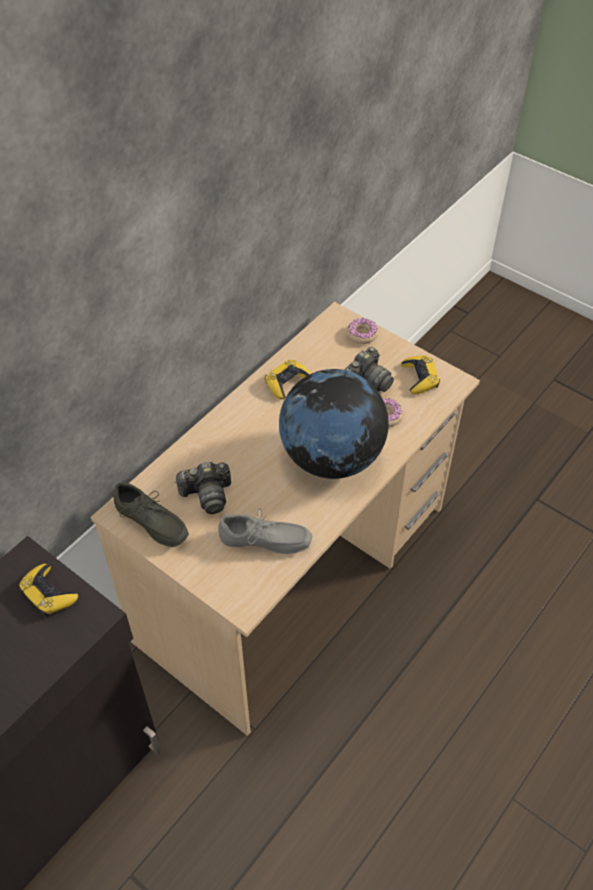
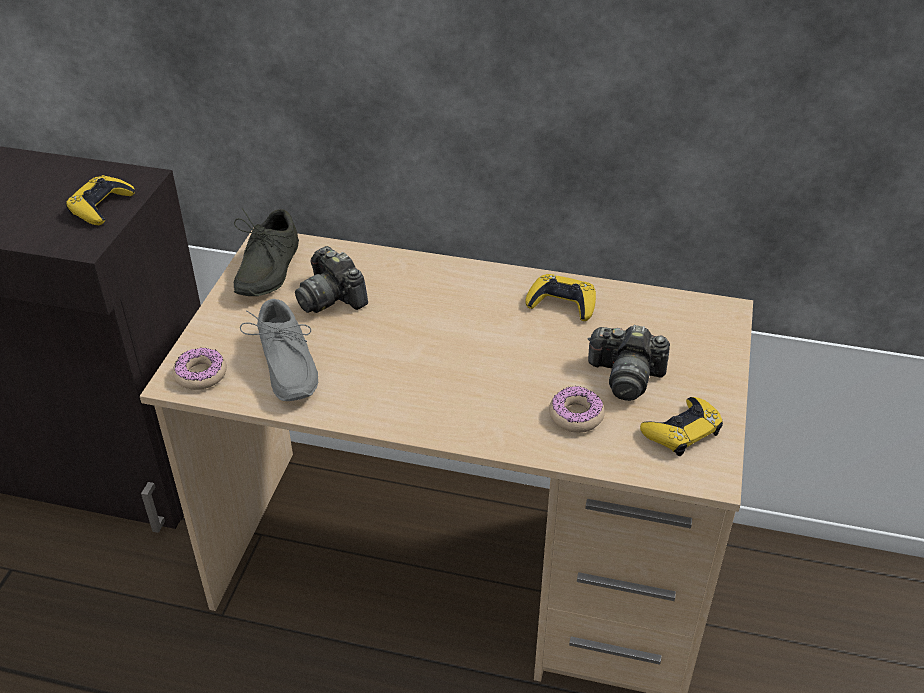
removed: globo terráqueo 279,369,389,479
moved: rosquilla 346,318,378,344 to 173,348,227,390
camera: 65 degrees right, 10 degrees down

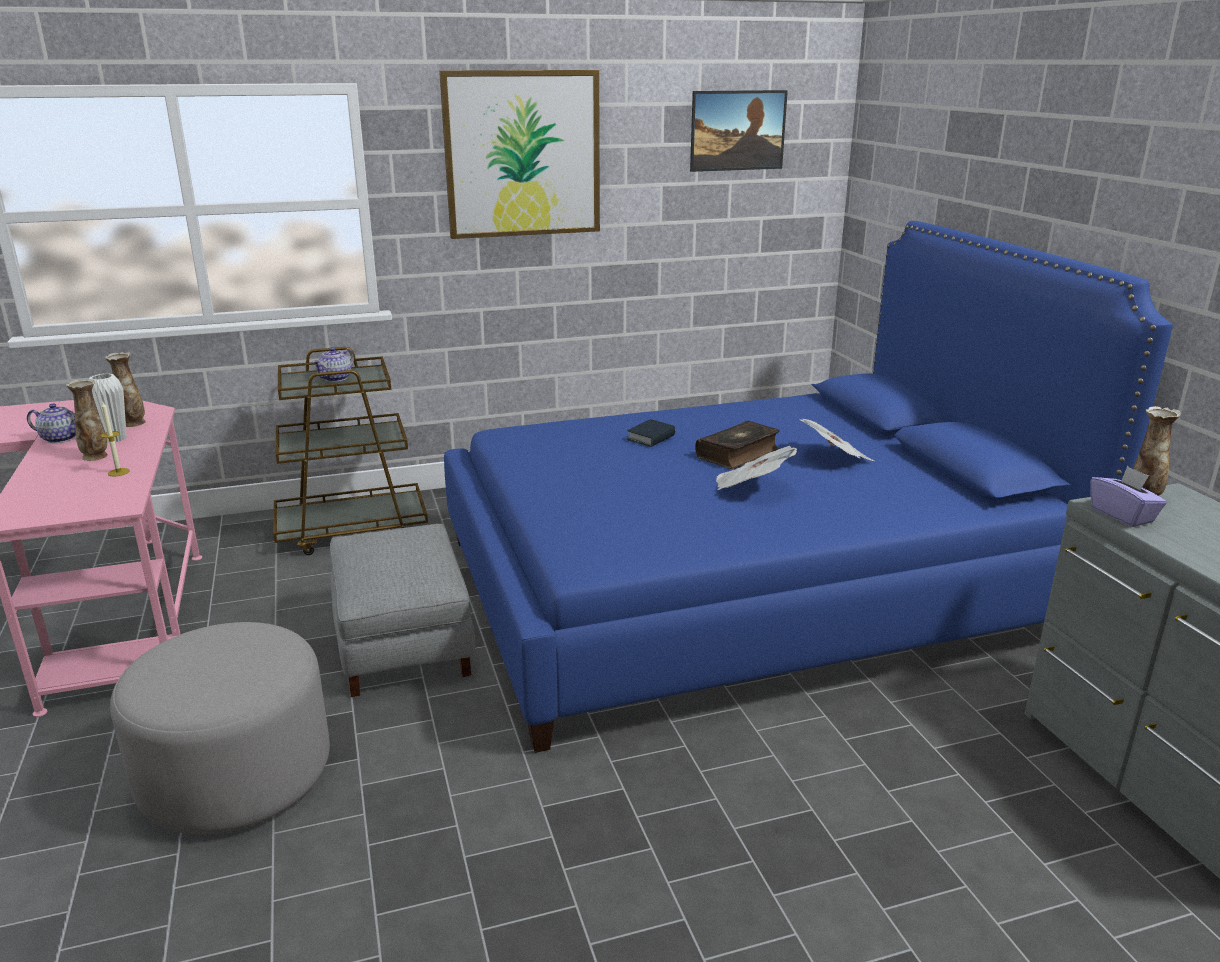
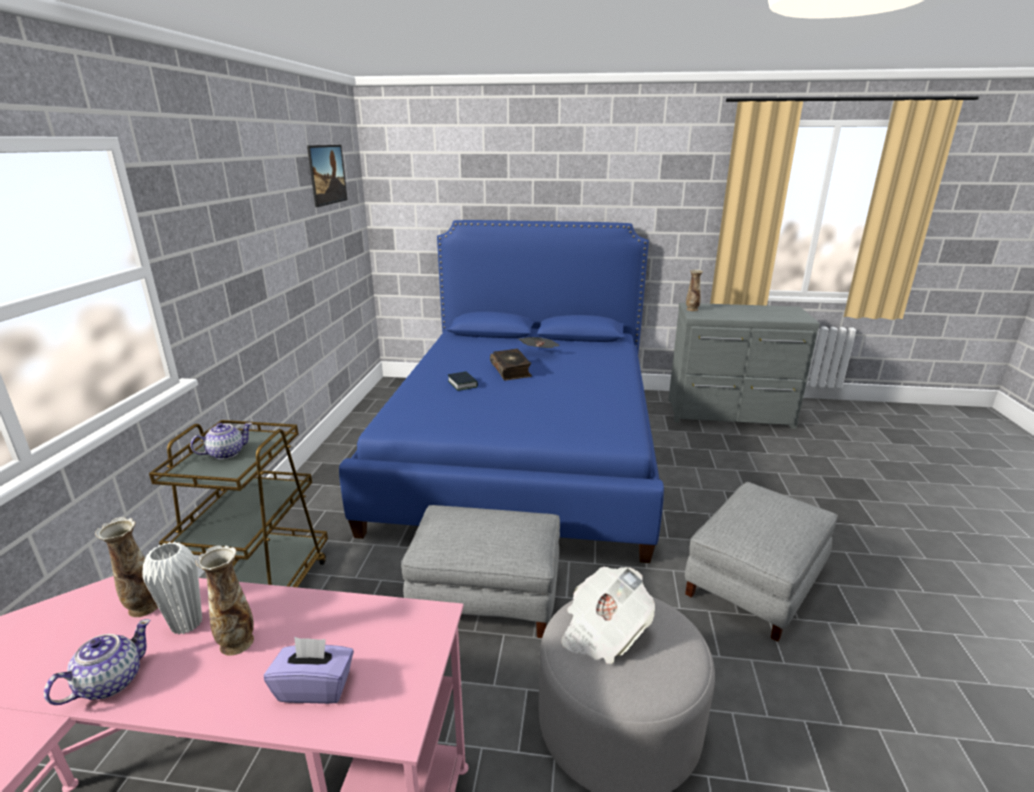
removed: vela 101,402,130,477; cuadro 439,70,600,239
added: puf [gris] 685,482,838,642
moved: periódico 716,446,797,490 to 561,567,655,664; caja de pañuelos [morado] 1090,466,1167,527 to 264,637,354,704
turned: tetera 313,347,354,382 = 190,423,253,459 90 degrees counterclockwise
camera: 65 degrees left, 0 degrees up

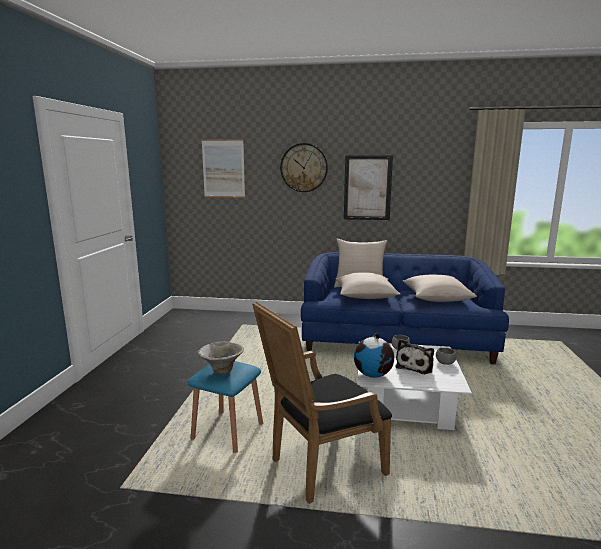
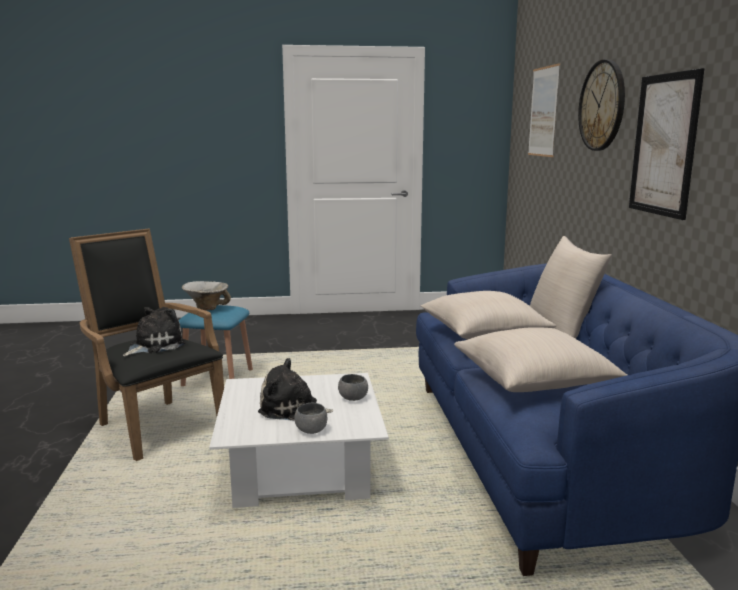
removed: globo terráqueo 354,333,394,378
added: peluche 123,307,186,356
camera: 75 degrees right, 0 degrees up

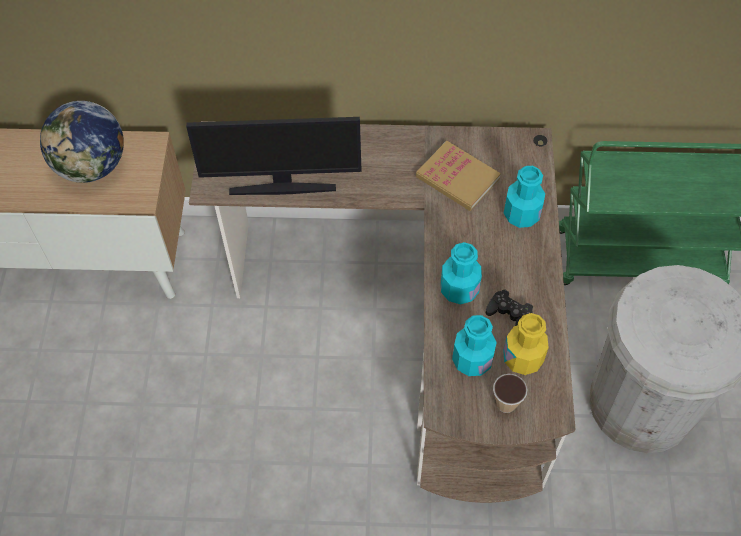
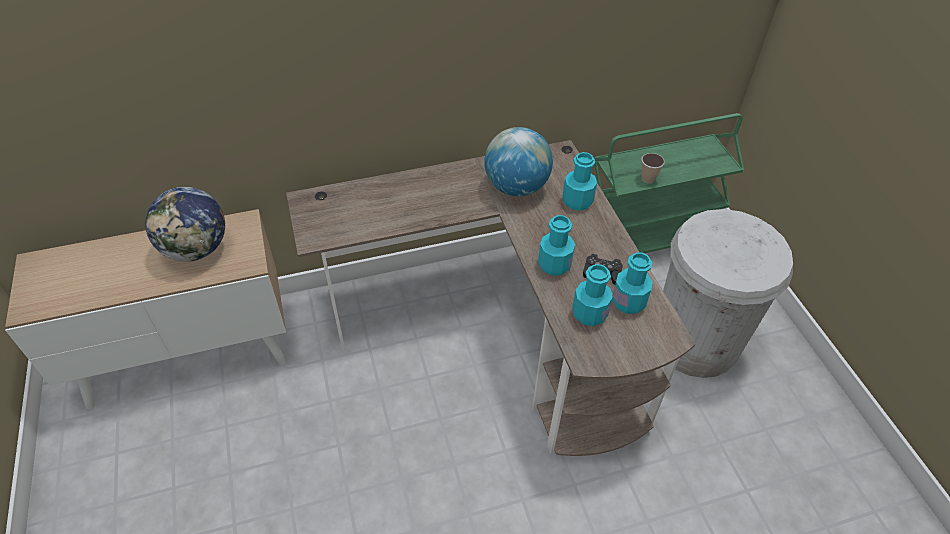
removed: monitor 186,117,362,195
moved: taza 493,374,527,413 to 641,153,665,184
replaced: libro 416,141,501,211 to globo terráqueo 484,127,553,196
recoloured: botella [amarillo] 503,313,549,375 to botella [turquesa] 612,253,653,314
camera: 20 degrees left, 10 degrees down

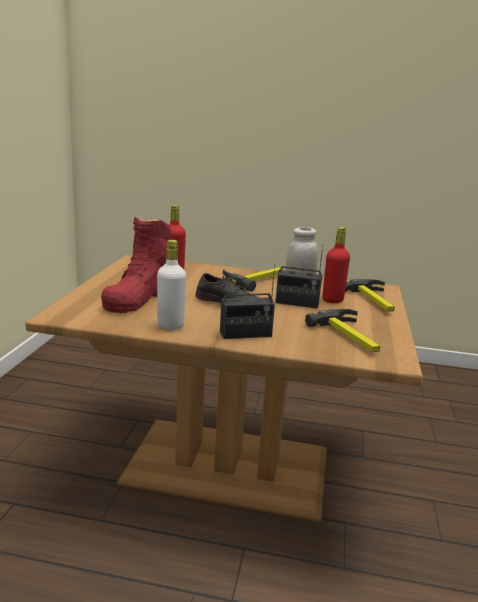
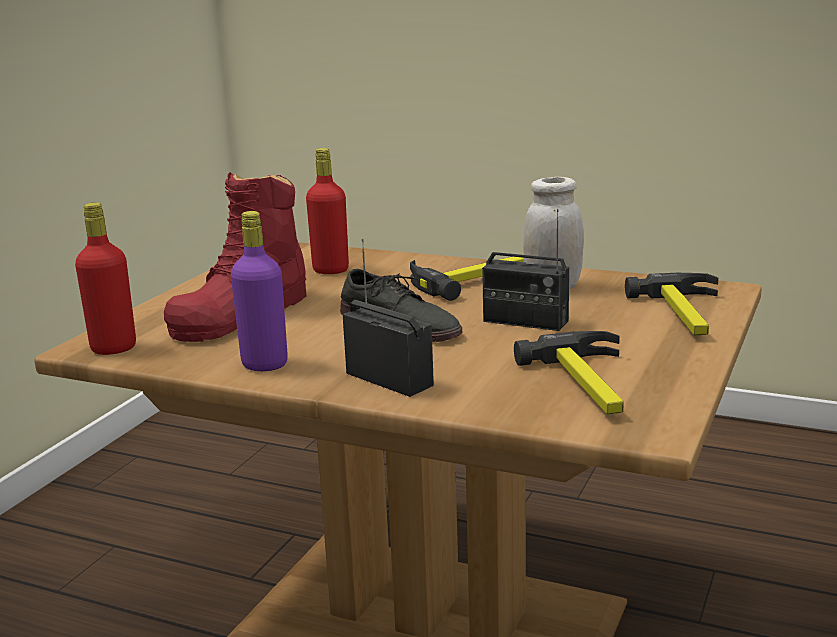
moved: botella [rojo] 322,227,350,303 to 75,203,136,355
recoloured: botella [blanco] 157,240,186,330 to botella [morado] 231,211,288,371
turned: radio 220,264,275,339 = 343,239,434,397 135 degrees counterclockwise
camera: 15 degrees right, 0 degrees up

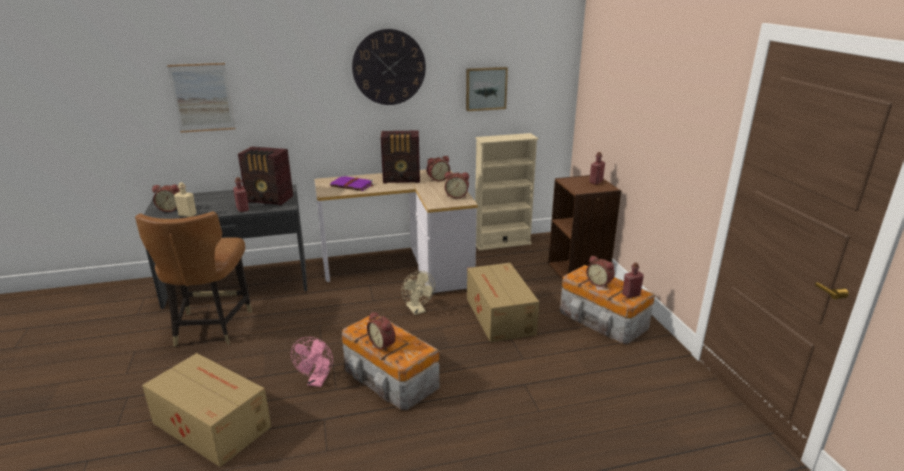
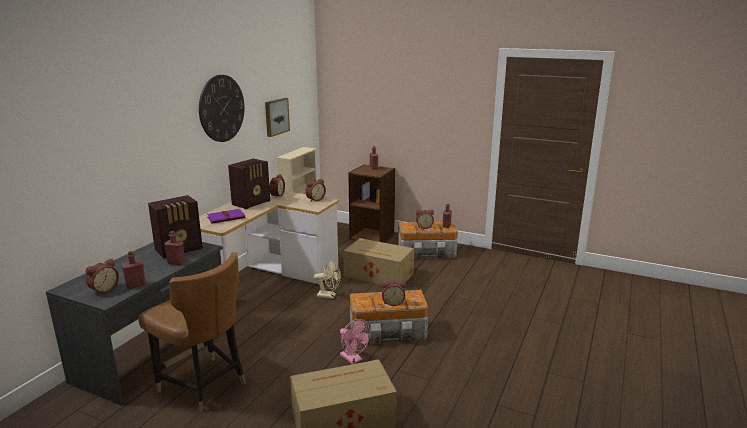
removed: cuadro 167,63,235,133
recoloured: botella [beis] 174,182,197,217 to botella [rojo] 122,251,146,289
camera: 50 degrees left, 5 degrees down

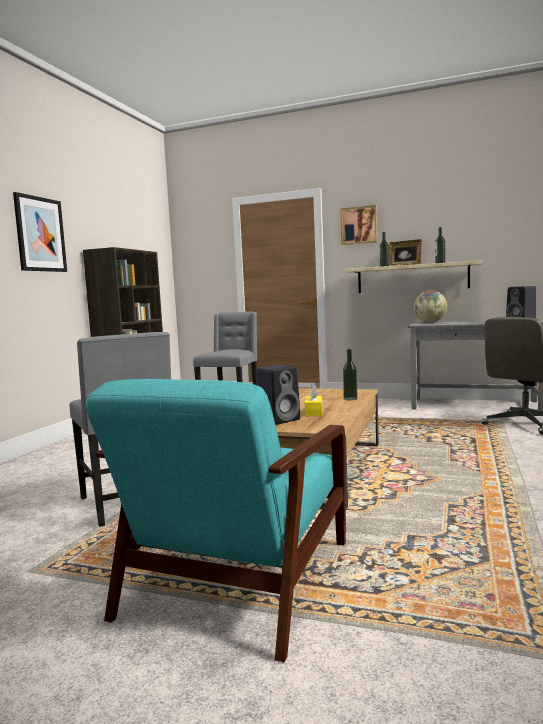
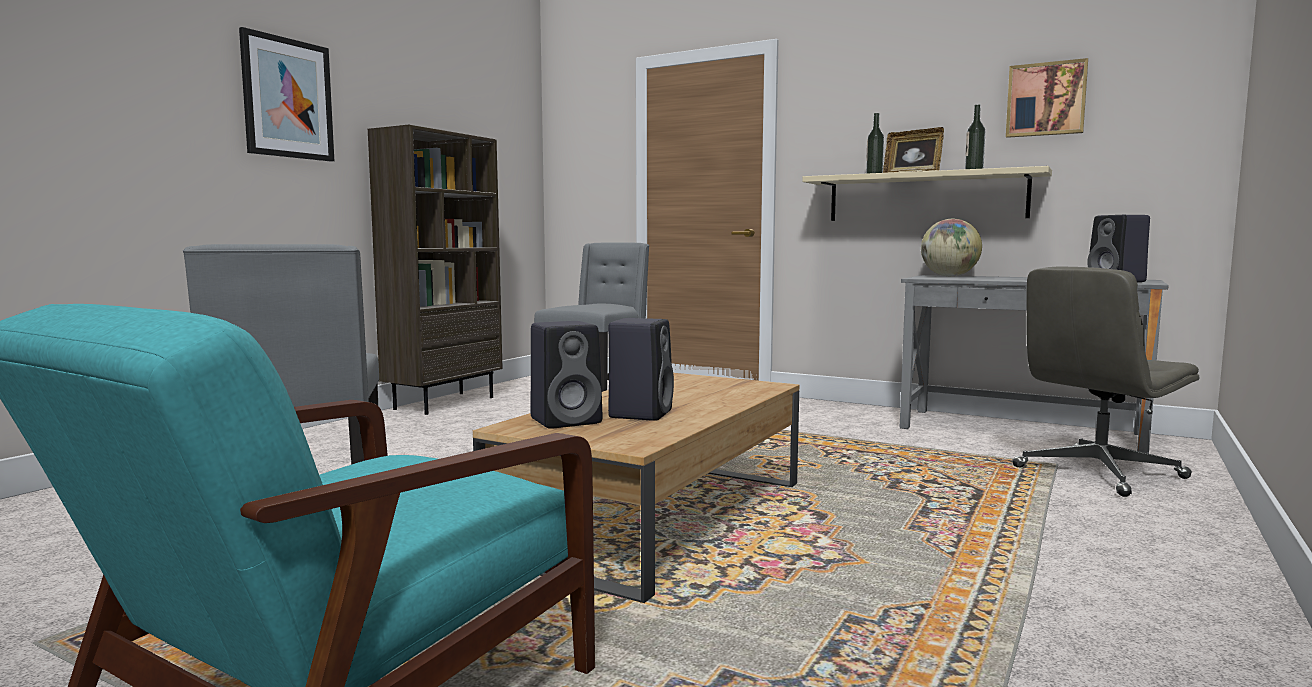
removed: botella 343,349,358,400
moved: cuadro 340,205,377,245 to 1006,58,1088,138
replaced: caja de pañuelos [amarillo] 305,386,322,416 to altavoz [negro] 608,318,674,421
camera: 10 degrees right, 0 degrees up

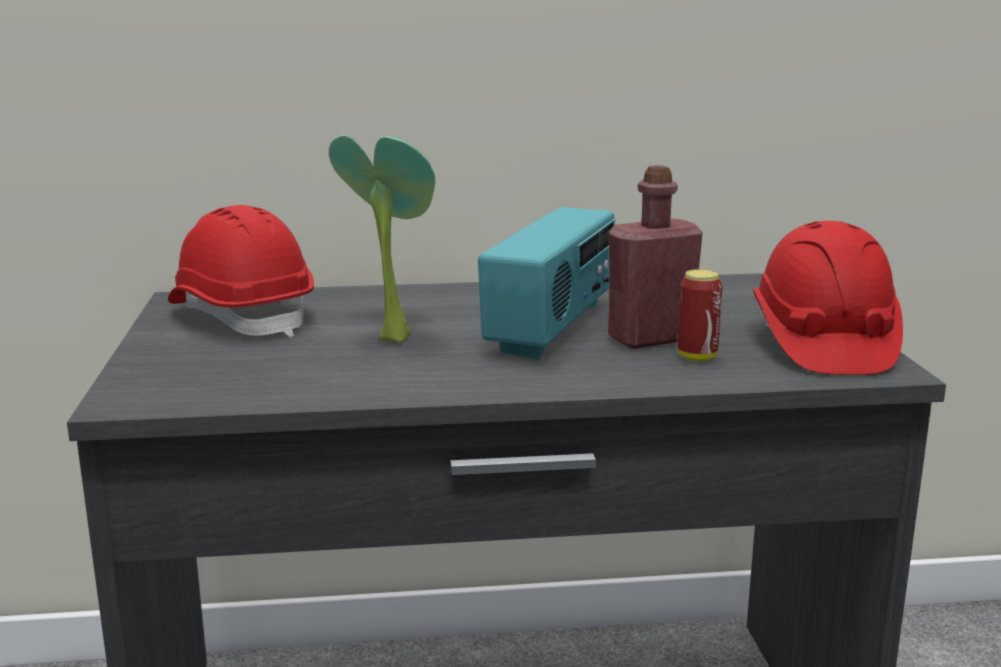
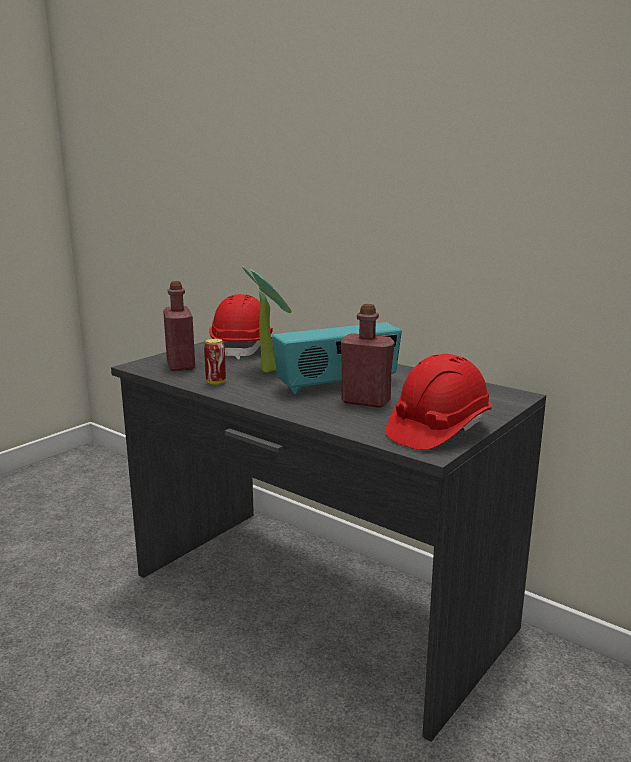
added: botella [rojo] 163,281,195,371
moved: lata 677,269,723,361 to 204,339,226,385
camera: 45 degrees right, 0 degrees up

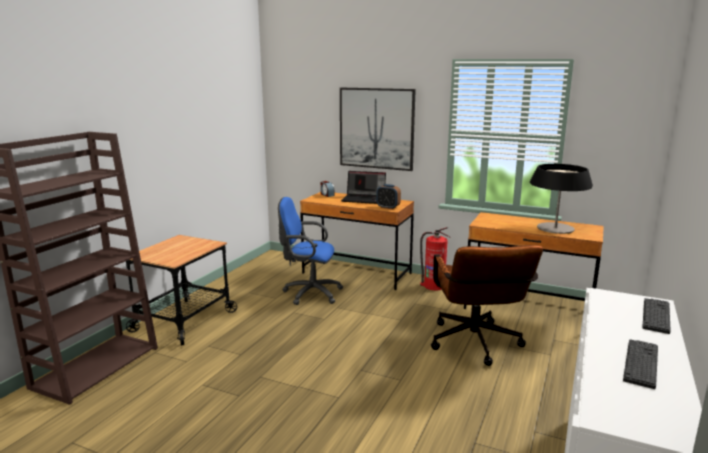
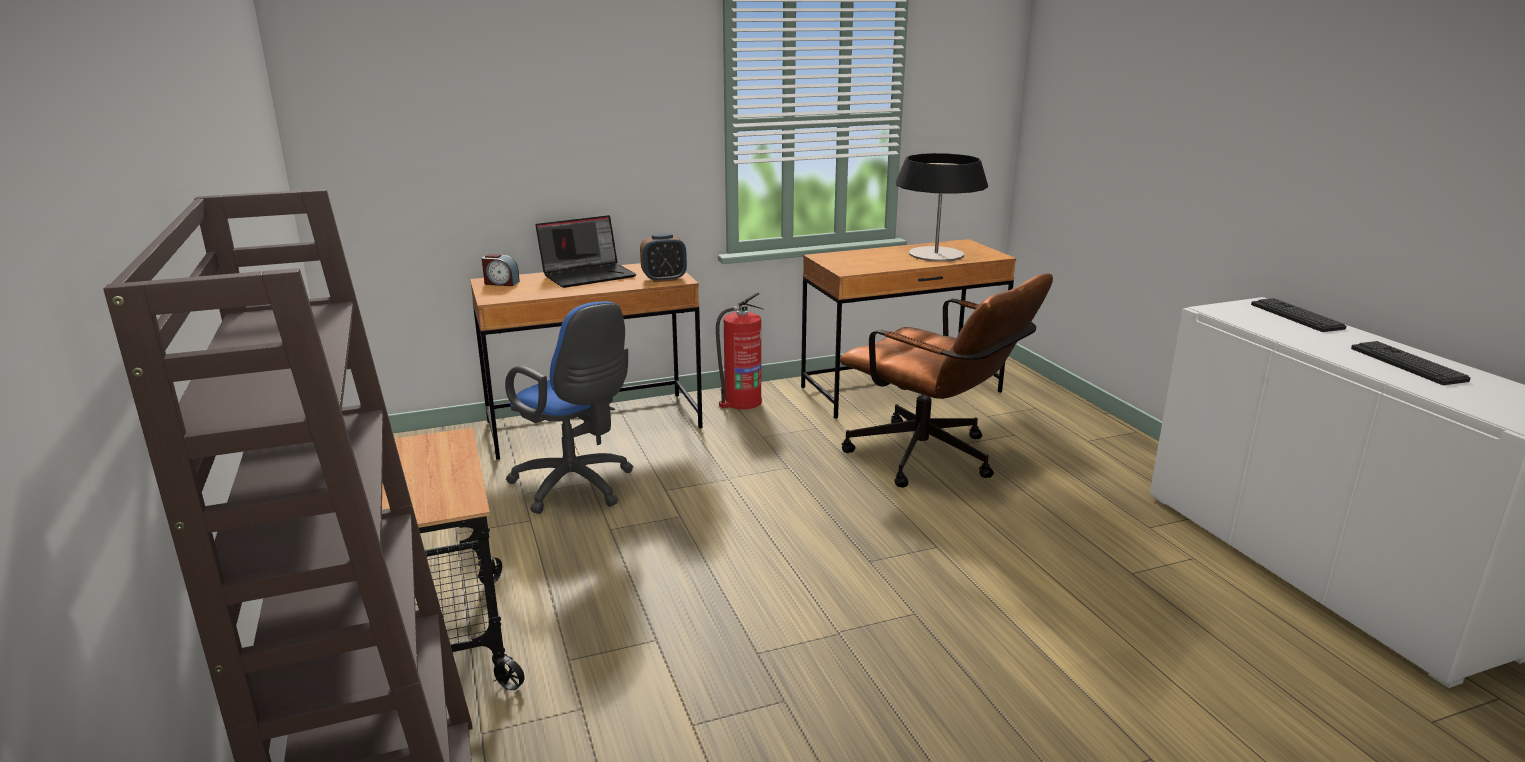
removed: cuadro 340,88,416,171
turned: silla de oficina [azul] 278,197,343,305 = 505,301,633,514 105 degrees counterclockwise
camera: 45 degrees left, 5 degrees up

